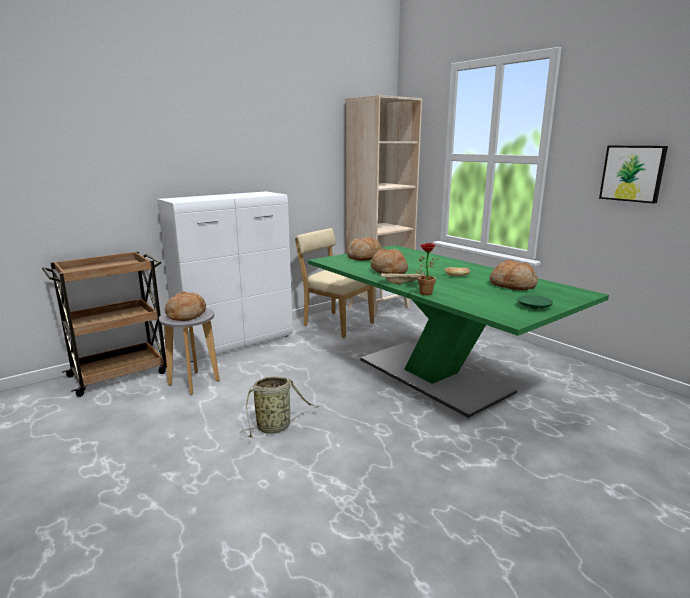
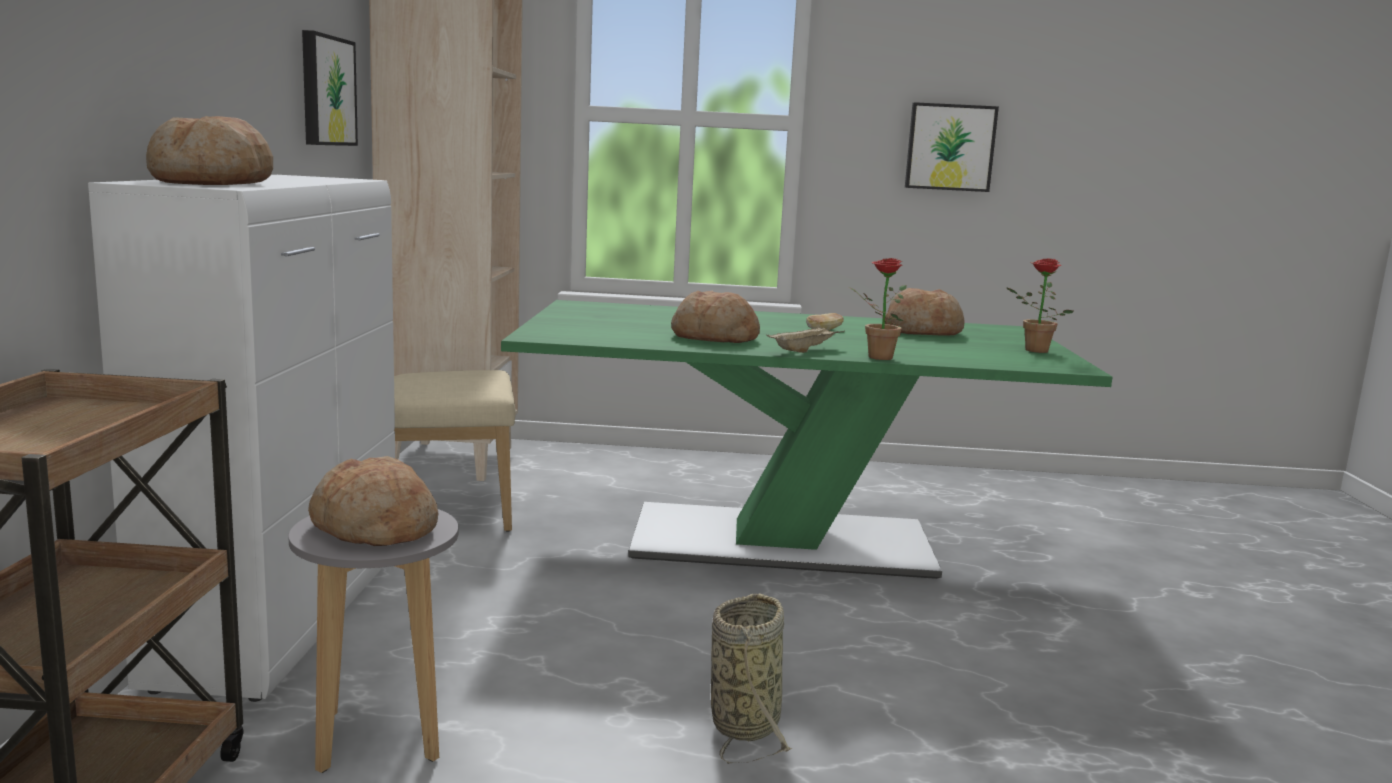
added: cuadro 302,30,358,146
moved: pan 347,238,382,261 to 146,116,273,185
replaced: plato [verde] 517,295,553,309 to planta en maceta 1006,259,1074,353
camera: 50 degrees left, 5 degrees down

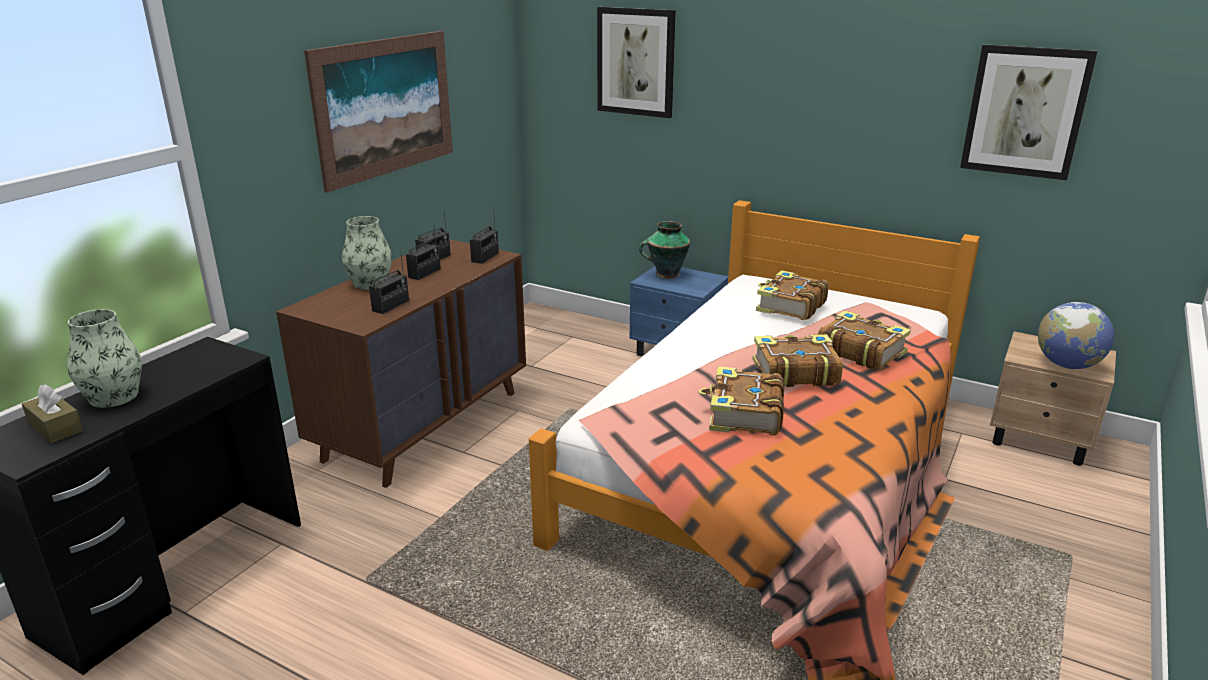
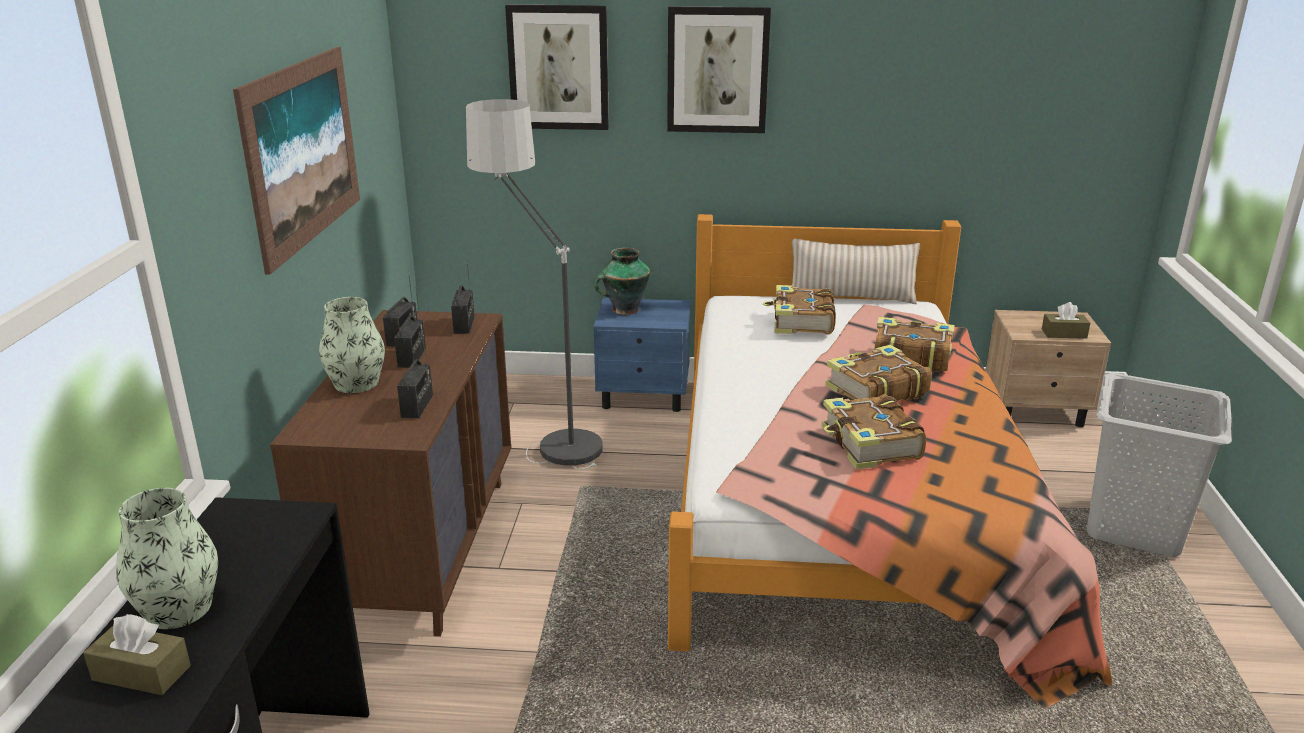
added: lámpara de pie 466,99,603,470; cojín [beis] 792,239,920,304; cesto de la ropa [gris] 1087,372,1232,557
moved: cuadro 960,45,1098,180 to 667,6,771,133
replaced: globo terráqueo 1038,302,1114,369 to caja de pañuelos [marrón] 1042,302,1090,339
camera: 25 degrees left, 0 degrees up

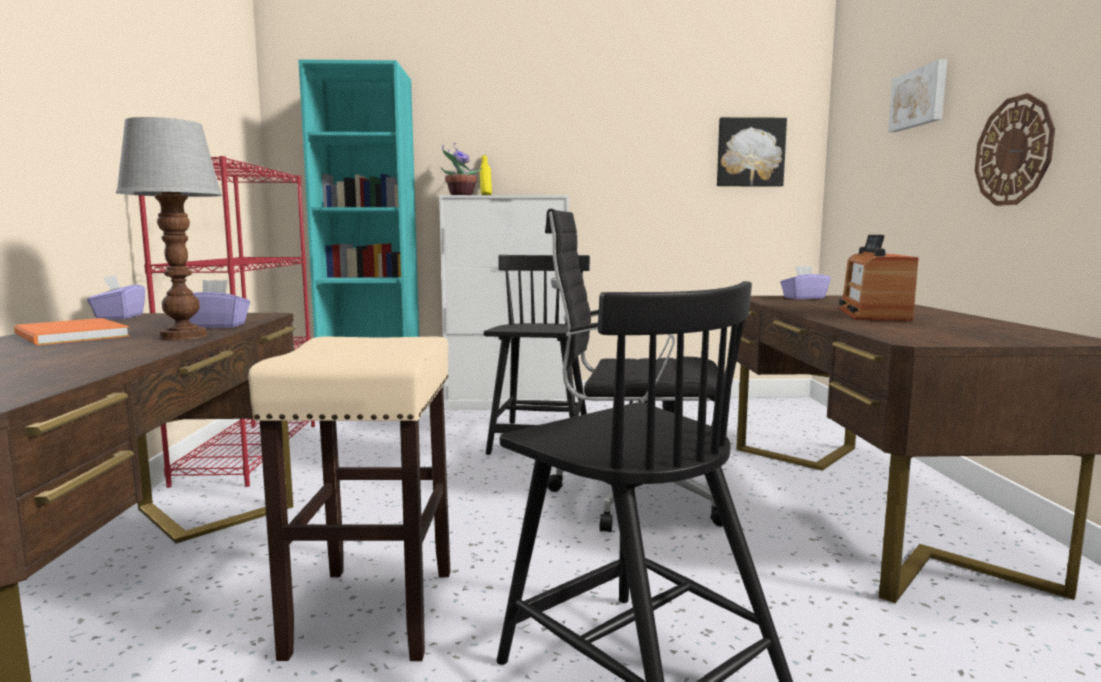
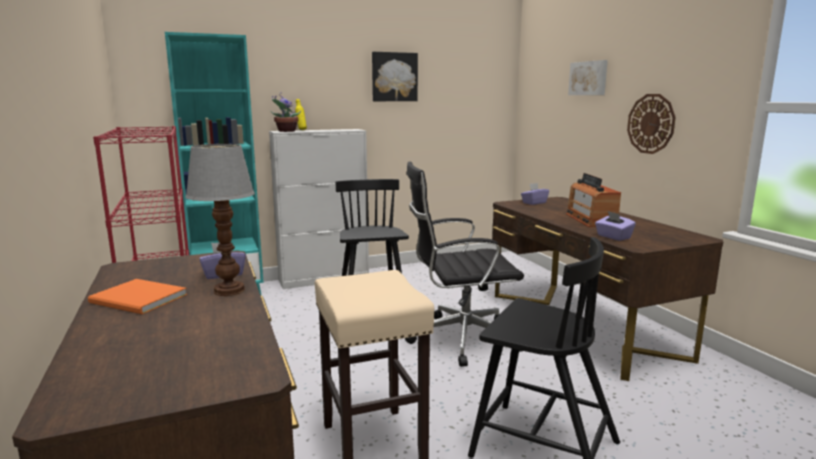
moved: caja de pañuelos [morado] 87,275,145,320 to 595,211,636,241; cuadro 717,117,787,186 to 372,52,418,101
camera: 20 degrees left, 5 degrees up

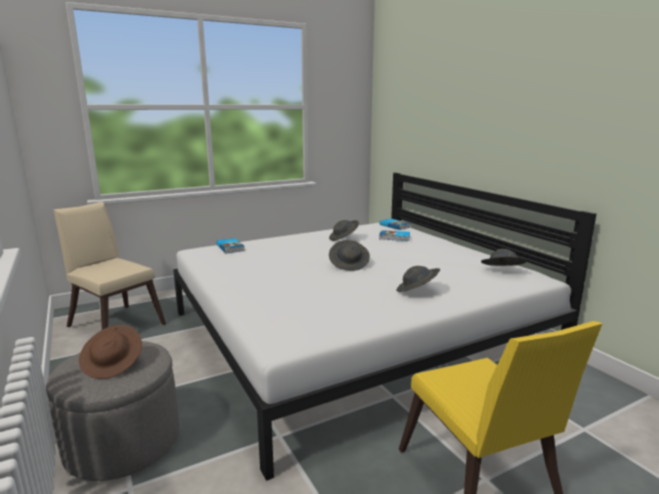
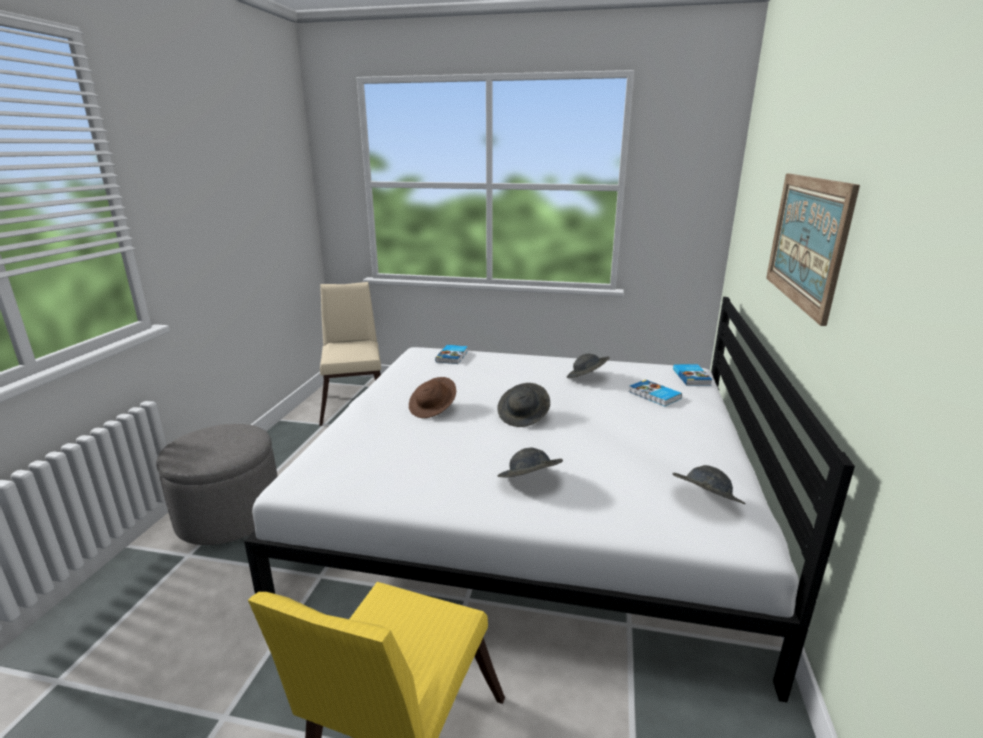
added: cuadro 766,174,860,326
moved: sombrero [marrón] 79,325,142,379 to 409,377,456,418
camera: 40 degrees right, 5 degrees up

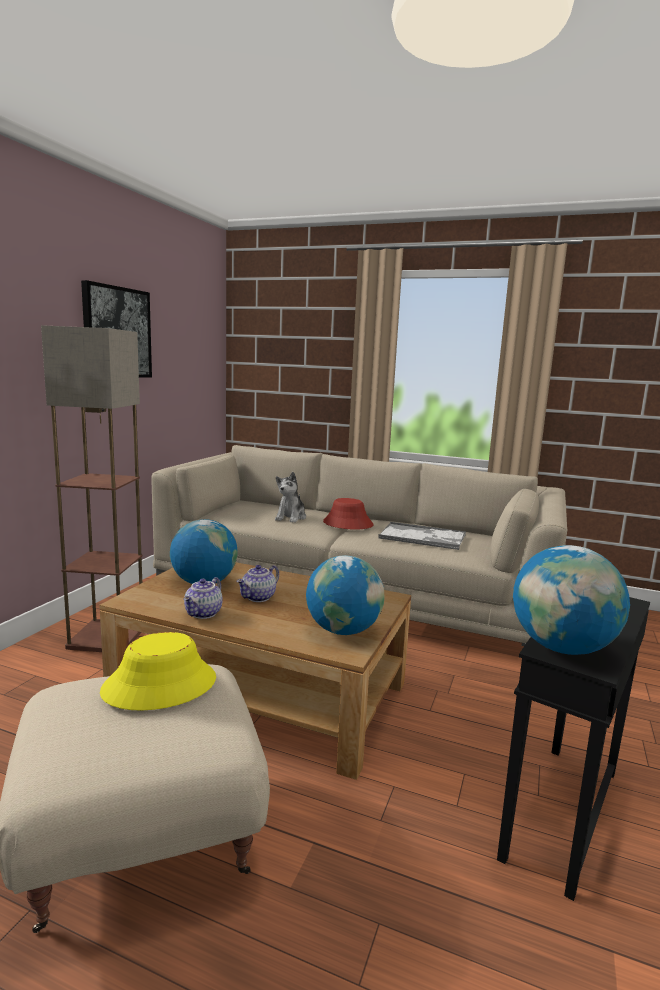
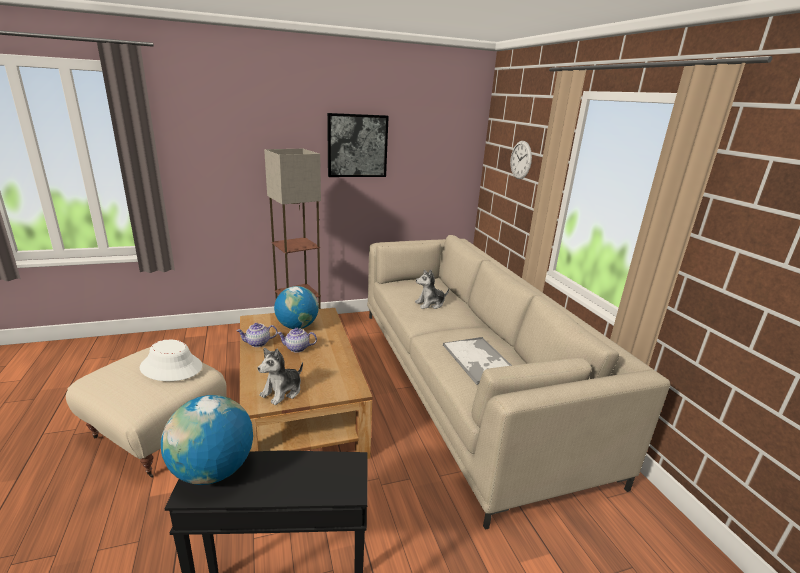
removed: sombrero [rojo] 323,498,373,530
added: reloj de pared 510,141,532,179
replaced: globo terráqueo 306,555,385,635 to peluche 258,348,303,405
recoloured: sombrero [amarillo] 100,632,216,711 to sombrero [blanco] 140,339,202,381
camera: 50 degrees right, 10 degrees up

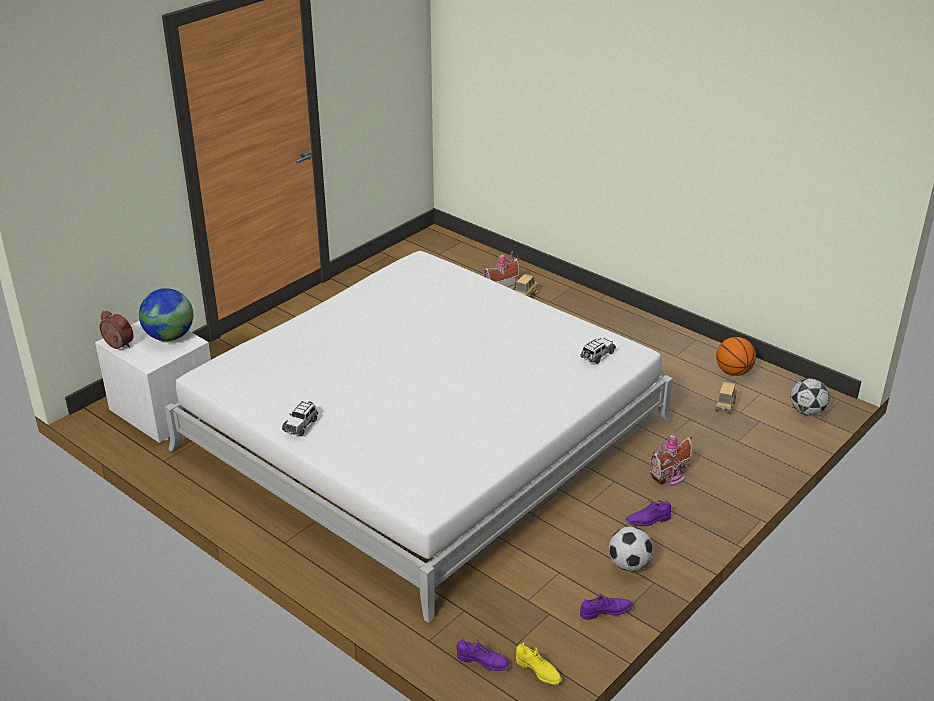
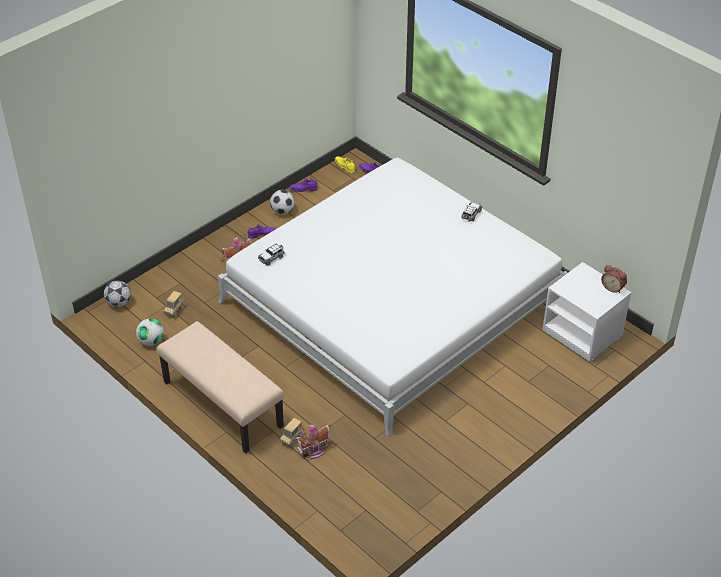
removed: globo terráqueo 139,288,193,341
added: banco [beis] 156,321,284,453
replaced: balón de baloncesto 716,337,756,376 to balón de fútbol 136,318,164,346
camera: 175 degrees left, 10 degrees up

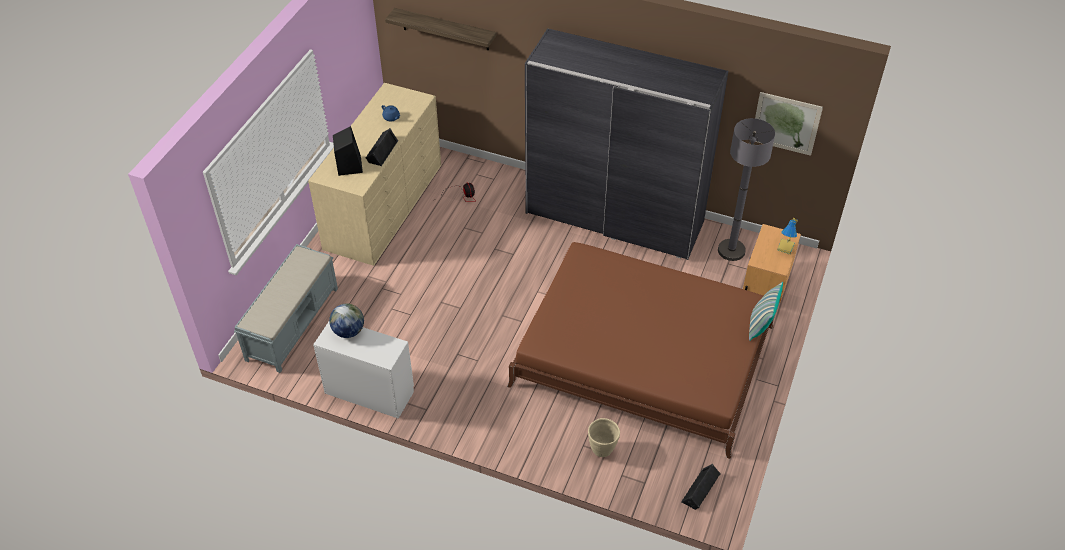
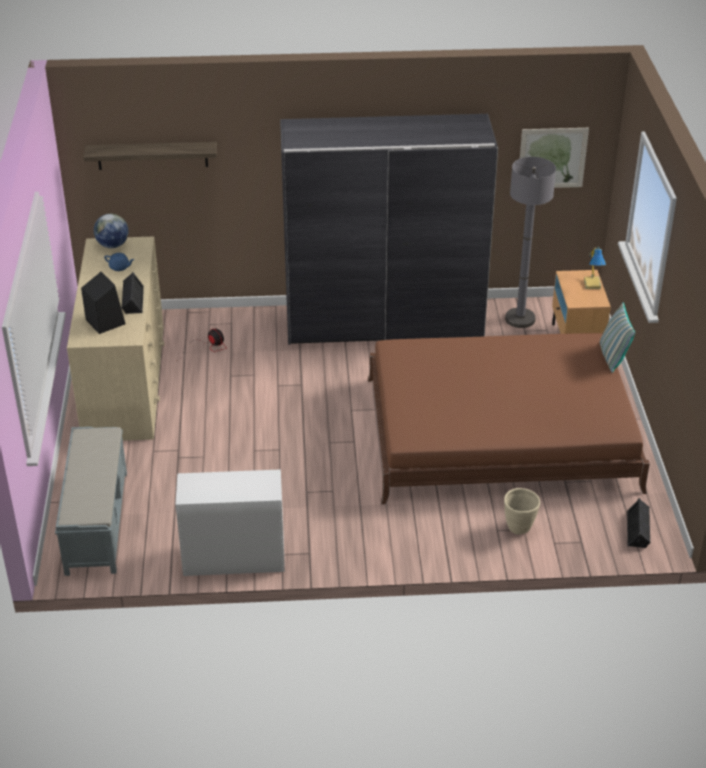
moved: globo terráqueo 329,304,364,338 to 94,214,129,248
camera: 25 degrees left, 10 degrees down

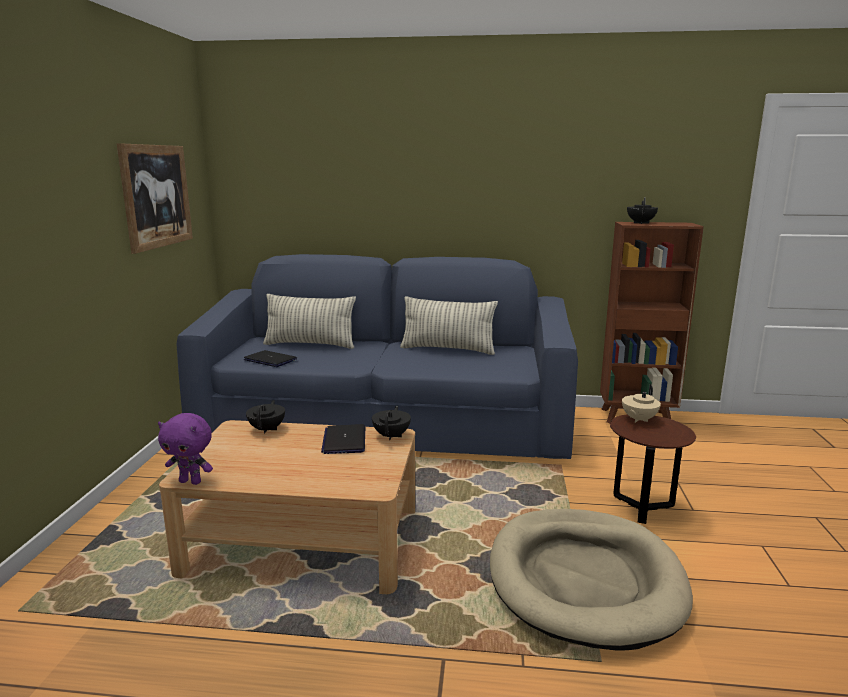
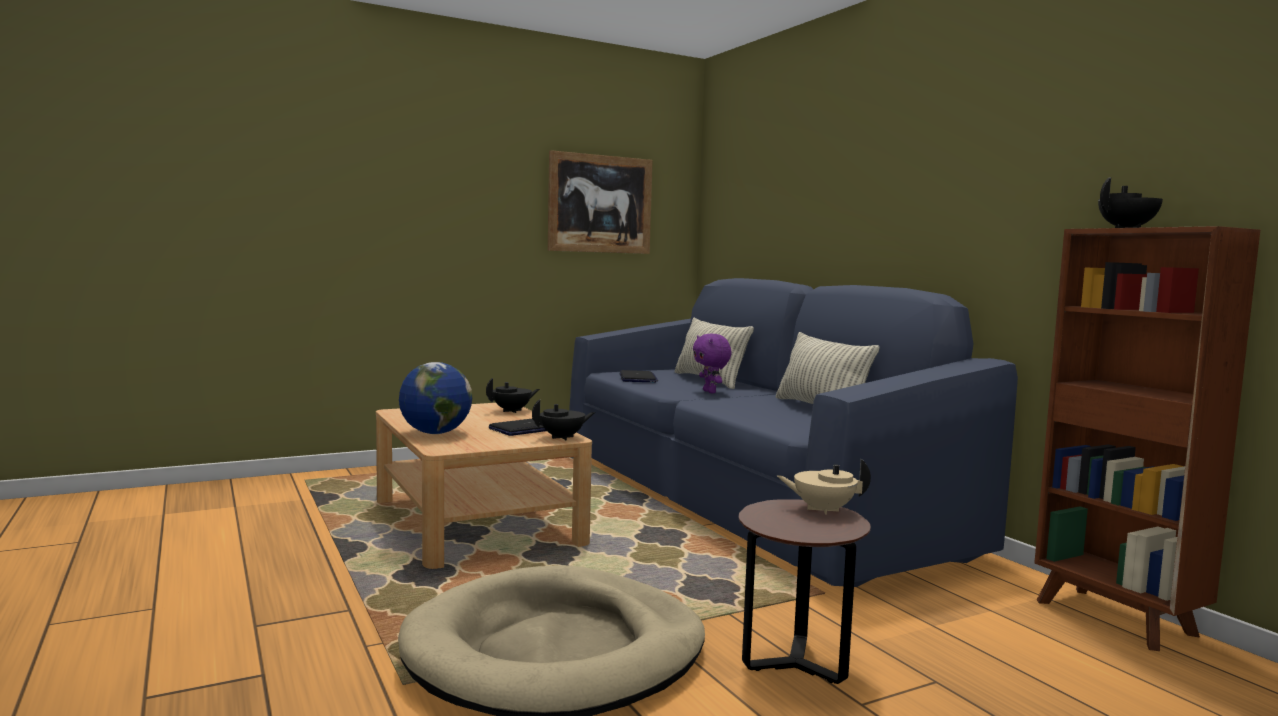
added: globo terráqueo 399,362,472,434
moved: peluche [morado] 158,413,213,485 to 693,334,732,393
camera: 55 degrees right, 10 degrees down

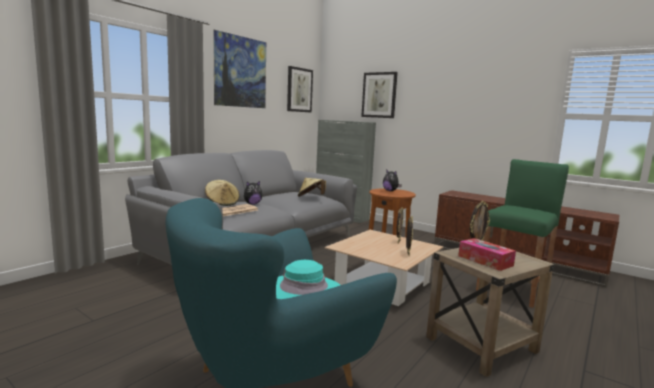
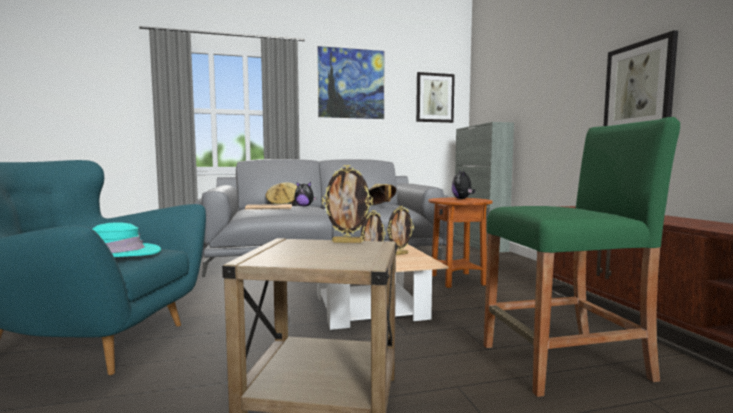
removed: caja de pañuelos 458,238,516,271
moved: cuadro 361,72,398,118 to 604,30,678,126
camera: 40 degrees right, 5 degrees down

